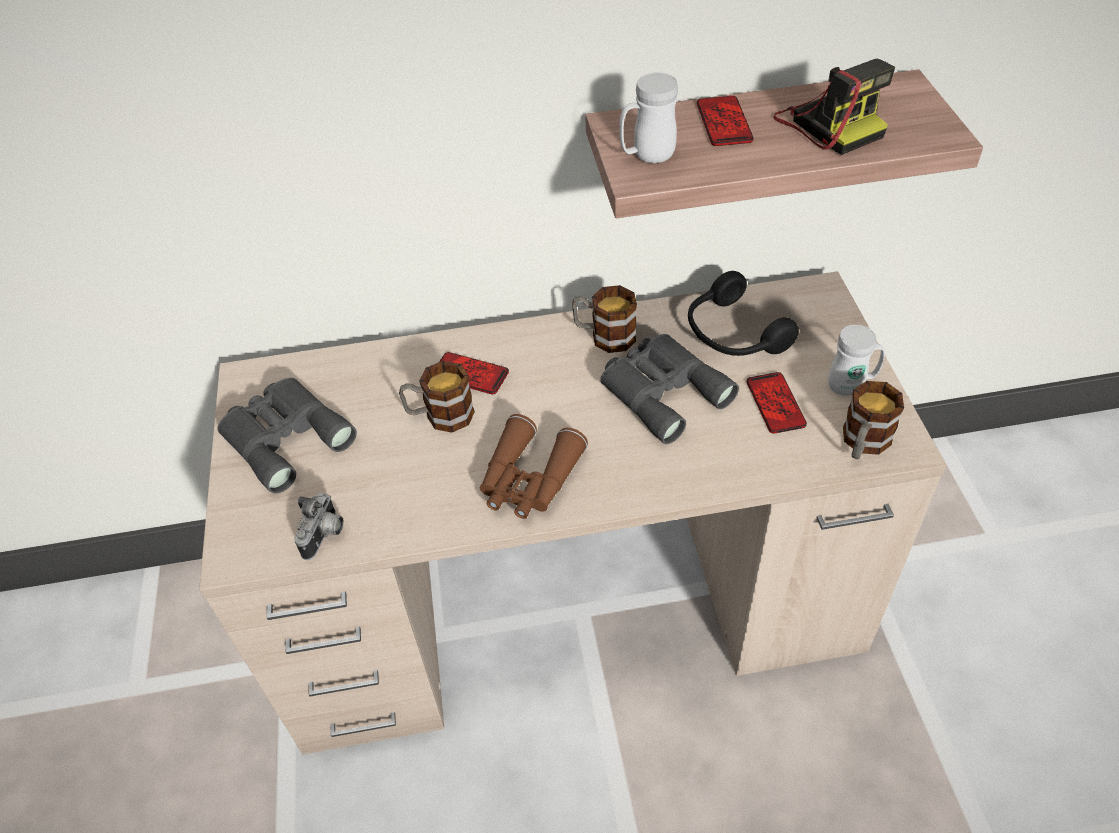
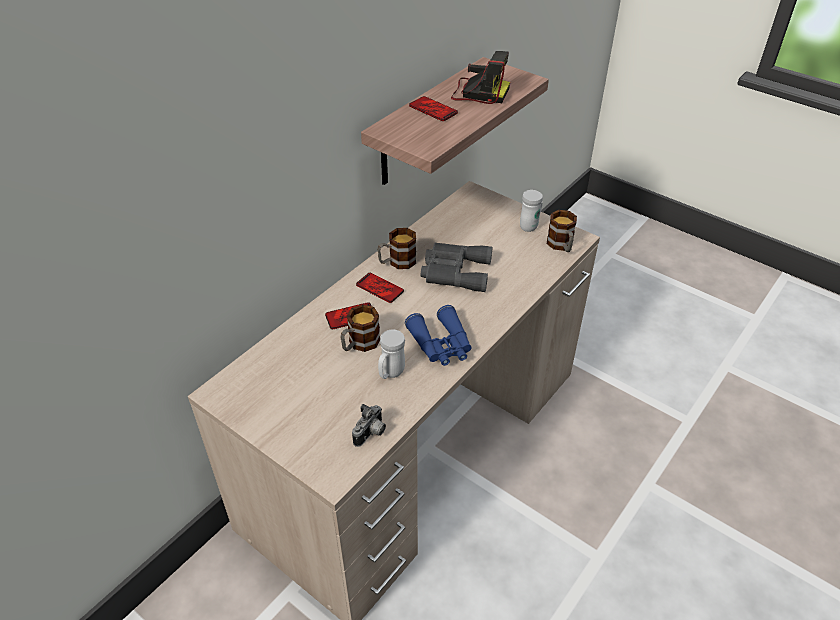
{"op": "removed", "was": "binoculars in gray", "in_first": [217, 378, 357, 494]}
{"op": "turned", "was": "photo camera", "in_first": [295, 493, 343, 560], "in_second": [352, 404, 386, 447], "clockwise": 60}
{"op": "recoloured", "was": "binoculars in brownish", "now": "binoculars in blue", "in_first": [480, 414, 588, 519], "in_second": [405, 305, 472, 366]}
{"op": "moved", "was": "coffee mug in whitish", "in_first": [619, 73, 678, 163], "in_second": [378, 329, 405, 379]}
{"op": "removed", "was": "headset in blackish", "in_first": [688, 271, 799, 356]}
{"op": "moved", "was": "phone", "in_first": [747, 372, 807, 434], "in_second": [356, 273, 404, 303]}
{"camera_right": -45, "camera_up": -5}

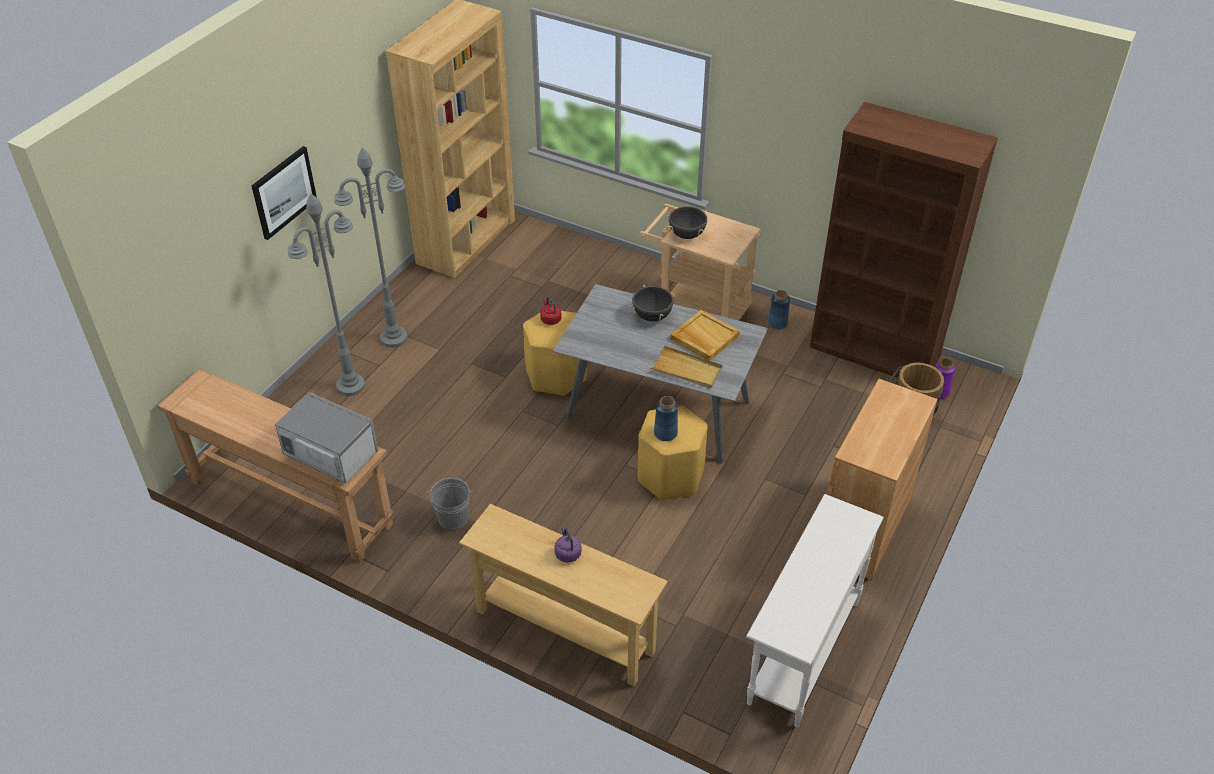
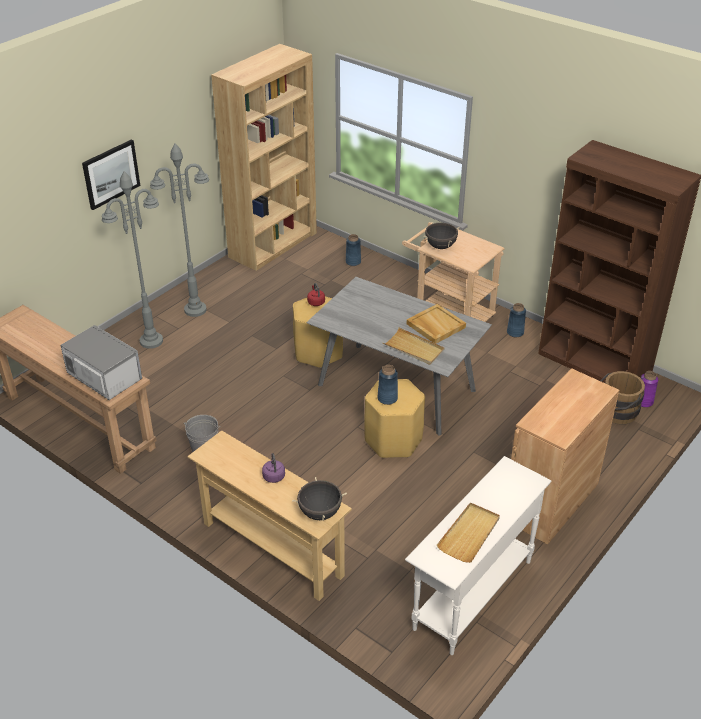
{"op": "moved", "was": "cooking pot in blackish", "in_first": [629, 284, 677, 322], "in_second": [292, 477, 347, 521]}
{"op": "added", "now": "decorative vase in blue", "in_second": [346, 234, 361, 266]}
{"op": "added", "now": "tray in beige-coloured", "in_second": [437, 502, 500, 563]}
{"camera_right": 10, "camera_up": -5}

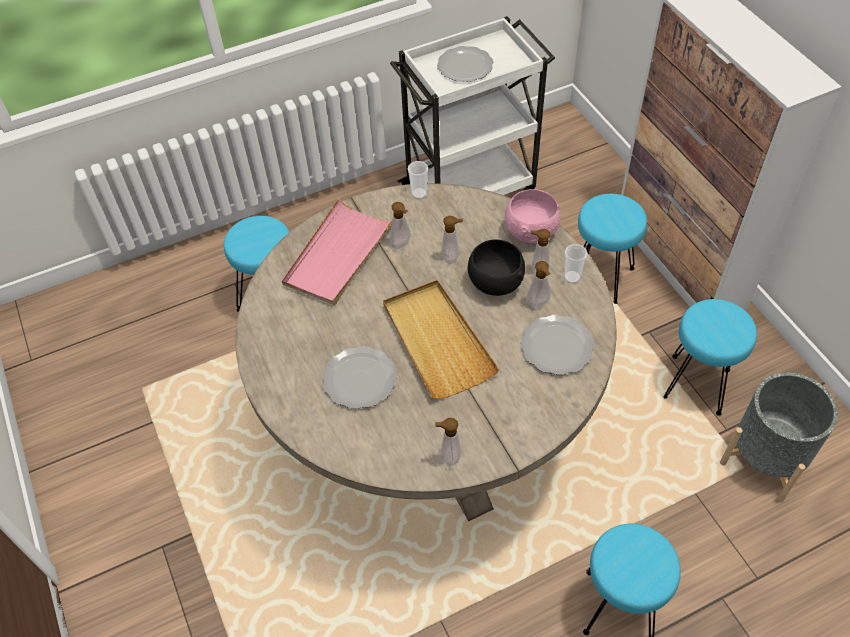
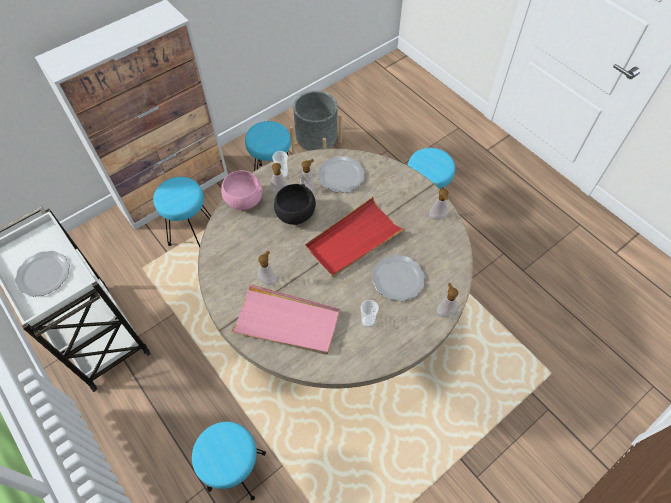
{"op": "recoloured", "was": "tray in beige-coloured", "now": "tray in red", "in_first": [383, 280, 499, 399], "in_second": [305, 197, 404, 278]}
{"op": "moved", "was": "cup", "in_first": [408, 161, 428, 199], "in_second": [361, 300, 379, 327]}
{"op": "moved", "was": "soap dispenser", "in_first": [442, 216, 463, 264], "in_second": [436, 283, 458, 317]}
{"camera_right": -105, "camera_up": 5}

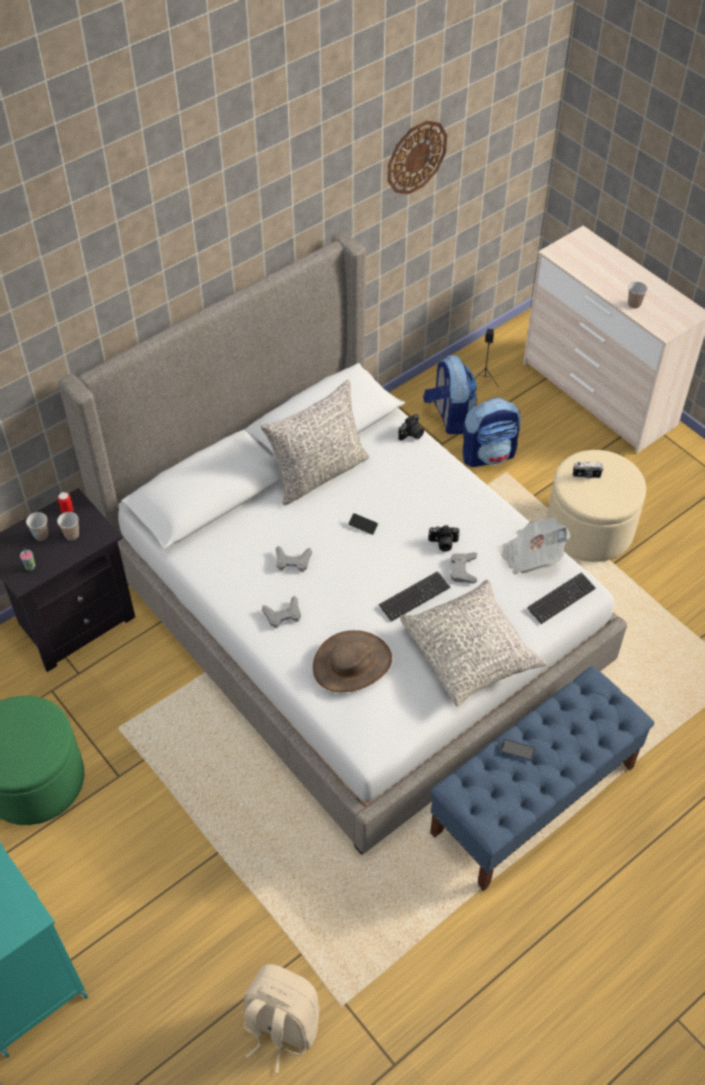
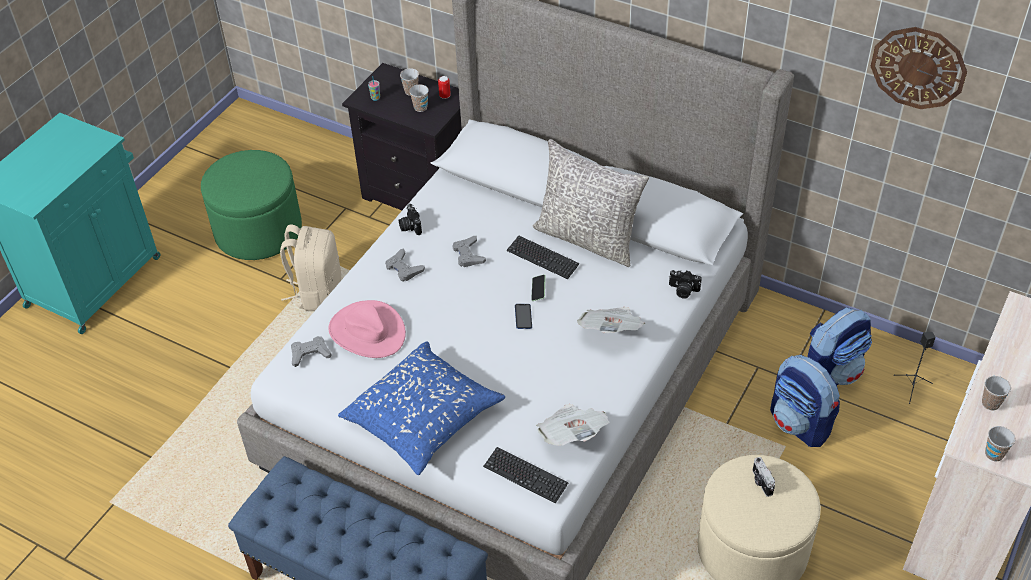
{"op": "moved", "was": "rucksack in beige-coloured", "in_first": [244, 964, 320, 1073], "in_second": [280, 225, 341, 311]}
{"op": "recoloured", "was": "hat in brownish", "now": "hat in pink", "in_first": [313, 630, 392, 692], "in_second": [328, 300, 406, 358]}
{"op": "moved", "was": "PC keyboard", "in_first": [379, 571, 450, 622], "in_second": [507, 236, 580, 279]}
{"op": "recoloured", "was": "cushion in gray", "now": "cushion in blue", "in_first": [400, 580, 547, 706], "in_second": [338, 342, 505, 475]}
{"op": "moved", "was": "photo camera", "in_first": [428, 525, 460, 552], "in_second": [399, 204, 422, 235]}
{"op": "moved", "was": "joypad in gray", "in_first": [450, 552, 477, 584], "in_second": [291, 336, 332, 367]}
{"op": "moved", "was": "phone", "in_first": [500, 739, 535, 761], "in_second": [515, 304, 532, 329]}
{"op": "added", "now": "daily paper", "in_second": [577, 307, 645, 333]}
{"op": "added", "now": "cup", "in_second": [985, 426, 1015, 462]}
{"camera_right": 70, "camera_up": -5}

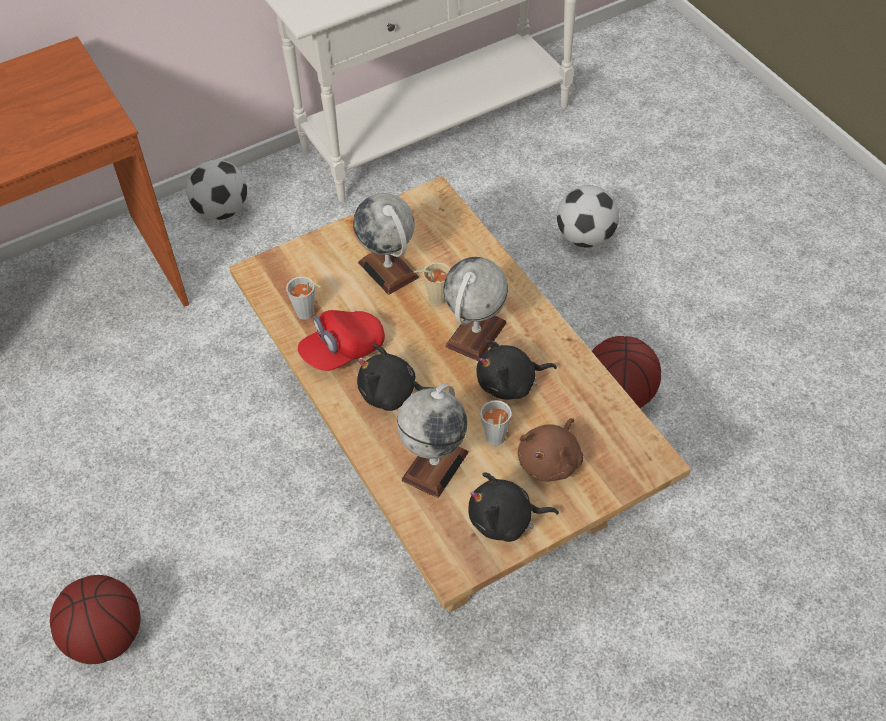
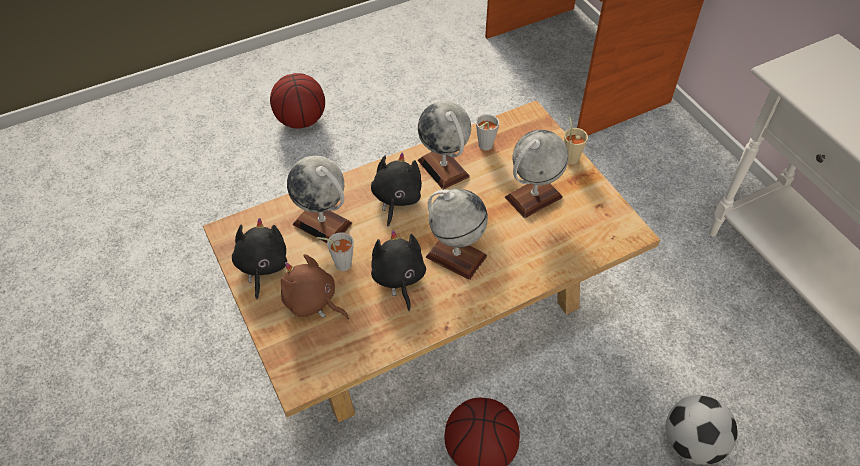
{"op": "removed", "was": "football ball", "in_first": [186, 159, 247, 220]}
{"op": "replaced", "was": "cap in red", "now": "world globe", "in_first": [298, 310, 385, 371], "in_second": [418, 101, 471, 190]}
{"op": "moved", "was": "cup in beige-coloured", "in_first": [414, 262, 450, 305], "in_second": [564, 116, 588, 164]}
{"camera_right": 90, "camera_up": 0}

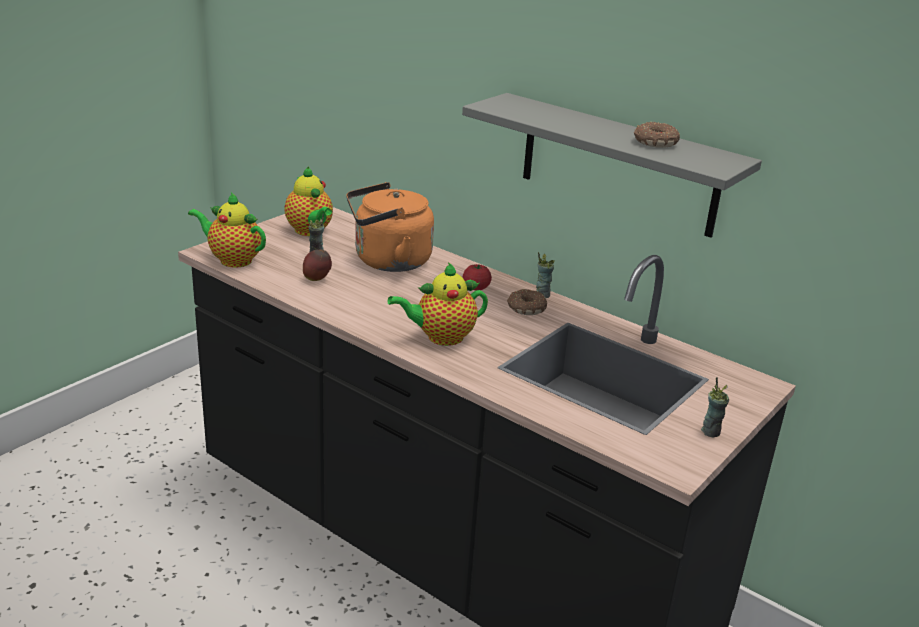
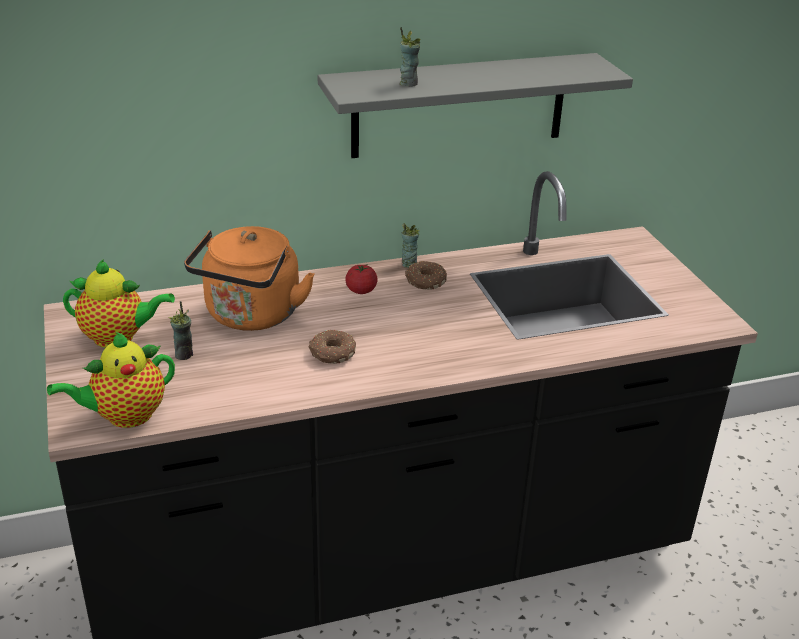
{"op": "removed", "was": "apple fruit", "in_first": [303, 249, 332, 281]}
{"op": "removed", "was": "teapot", "in_first": [388, 262, 488, 346]}
{"op": "moved", "was": "doughnut", "in_first": [634, 122, 680, 148], "in_second": [309, 330, 356, 364]}
{"op": "moved", "was": "cup", "in_first": [701, 377, 729, 437], "in_second": [400, 27, 420, 87]}
{"camera_right": -55, "camera_up": 5}

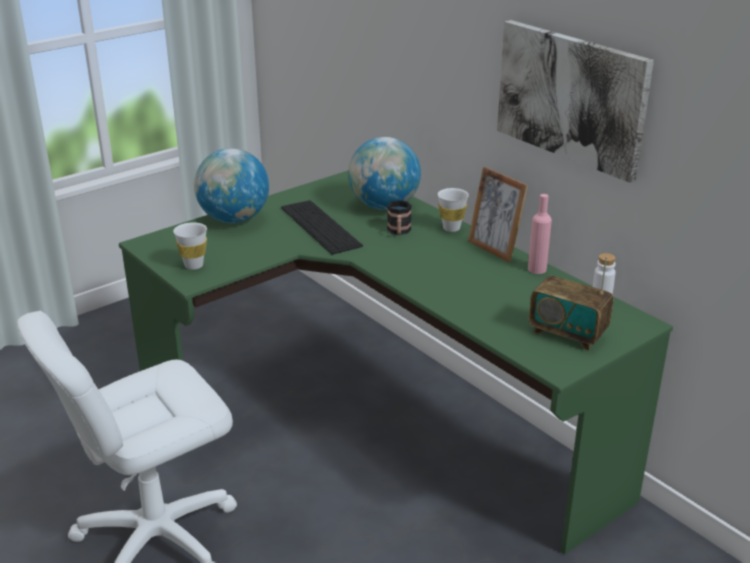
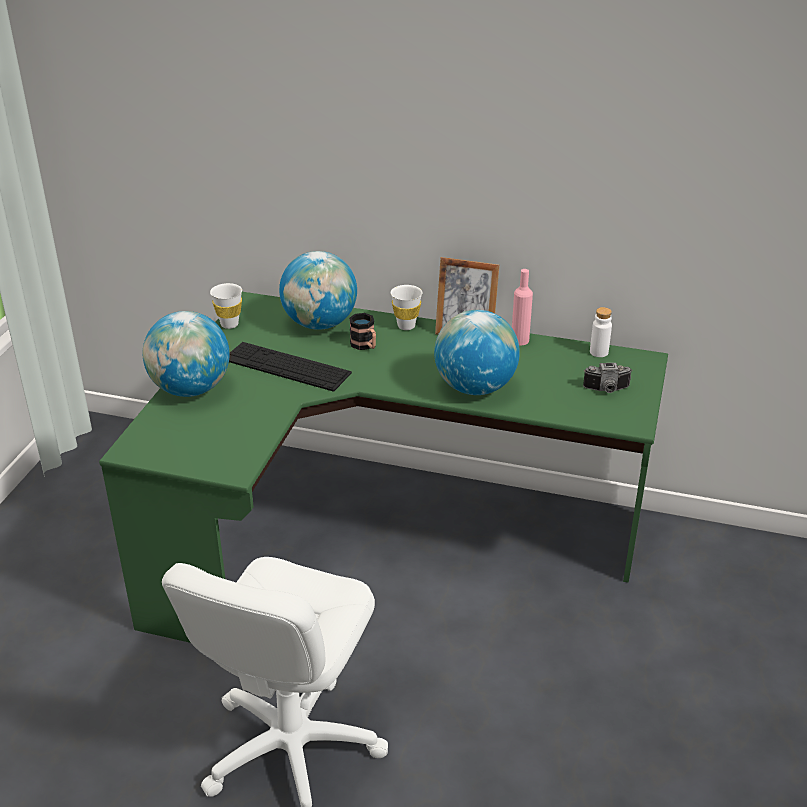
{"op": "moved", "was": "cup in whitish", "in_first": [173, 222, 207, 270], "in_second": [210, 283, 242, 329]}
{"op": "removed", "was": "wall picture", "in_first": [497, 20, 654, 183]}
{"op": "replaced", "was": "radio receiver", "now": "photo camera", "in_first": [529, 256, 614, 350], "in_second": [583, 363, 632, 393]}
{"op": "added", "now": "world globe", "in_second": [434, 310, 520, 395]}
{"camera_right": -35, "camera_up": 5}

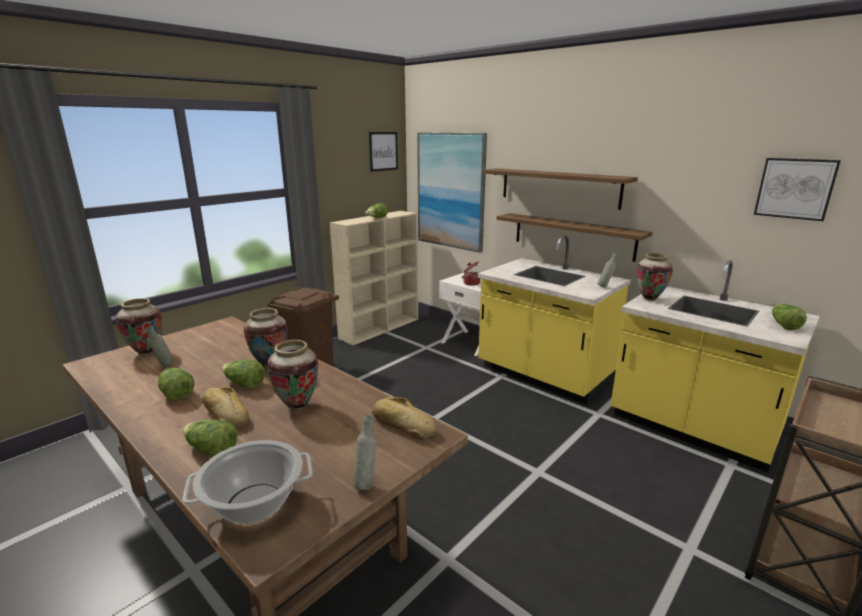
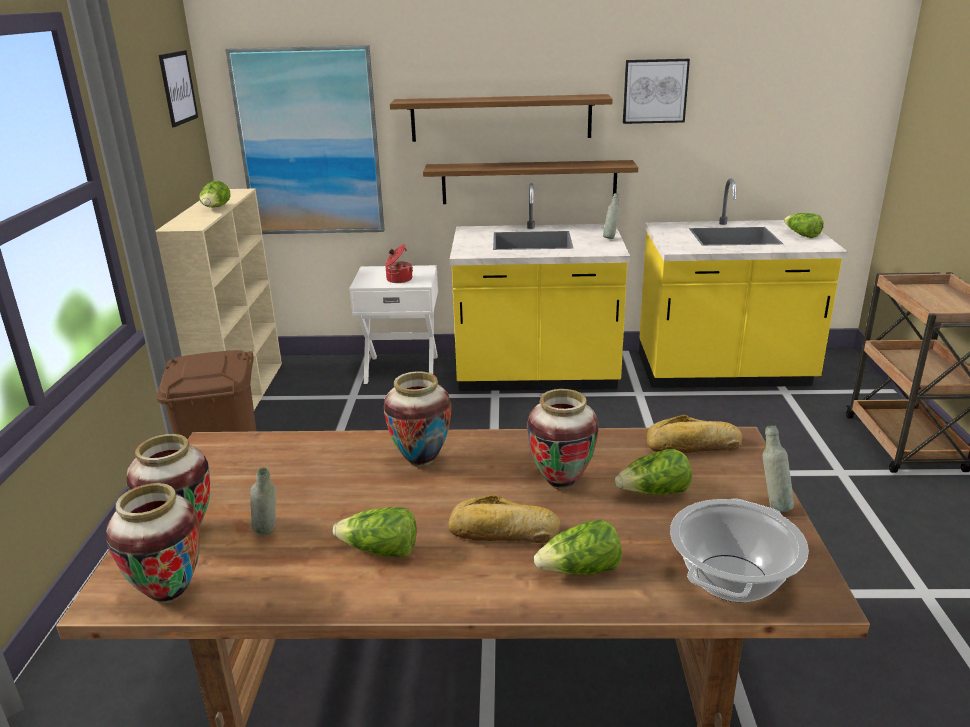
{"op": "moved", "was": "head of lettuce", "in_first": [222, 360, 265, 389], "in_second": [615, 449, 692, 495]}
{"op": "moved", "was": "decorative vase", "in_first": [637, 253, 673, 301], "in_second": [106, 483, 200, 603]}
{"op": "moved", "was": "wall picture", "in_first": [754, 158, 841, 221], "in_second": [623, 59, 690, 124]}
{"camera_right": -40, "camera_up": 5}

